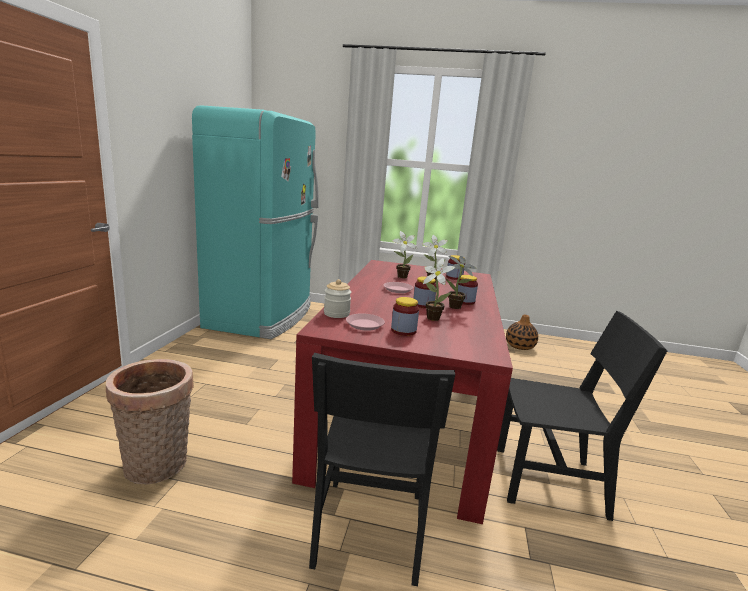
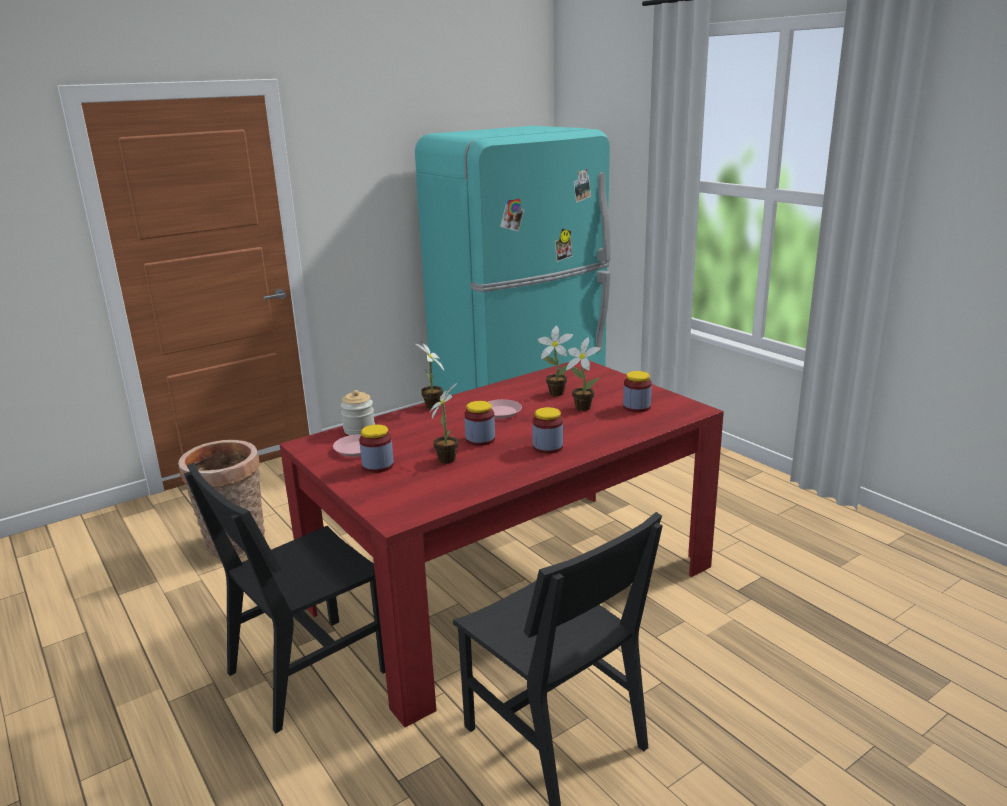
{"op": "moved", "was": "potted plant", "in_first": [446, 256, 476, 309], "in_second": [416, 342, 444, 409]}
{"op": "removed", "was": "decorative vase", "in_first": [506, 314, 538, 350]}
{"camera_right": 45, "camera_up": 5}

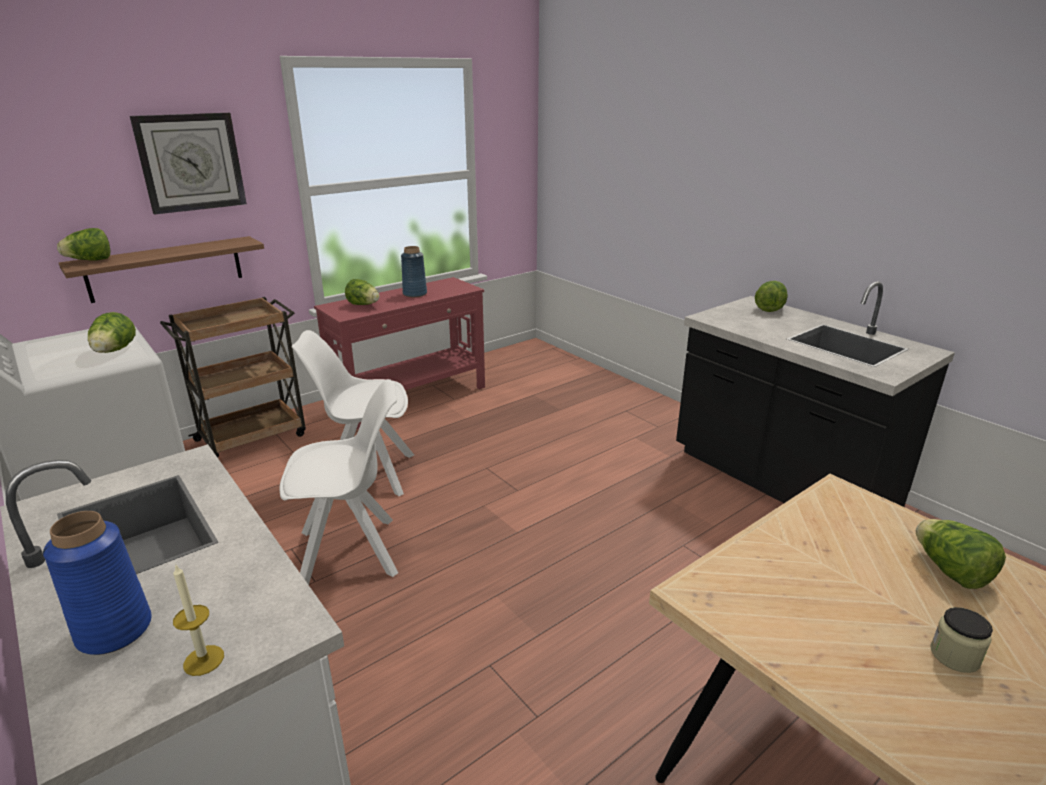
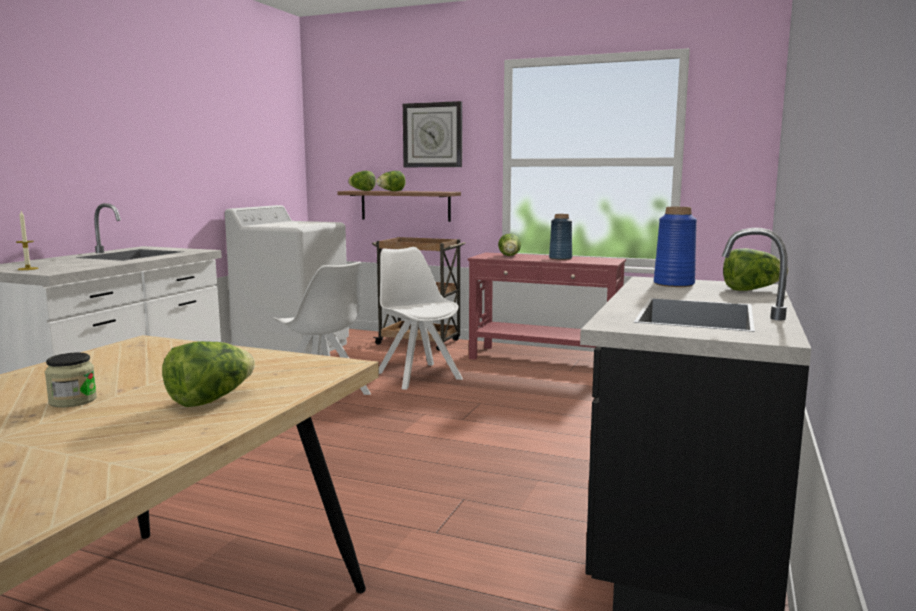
{"op": "moved", "was": "decorative vase in blue", "in_first": [43, 511, 152, 655], "in_second": [654, 207, 697, 287]}
{"op": "moved", "was": "head of lettuce", "in_first": [88, 312, 136, 353], "in_second": [376, 171, 406, 191]}
{"camera_right": 60, "camera_up": -15}

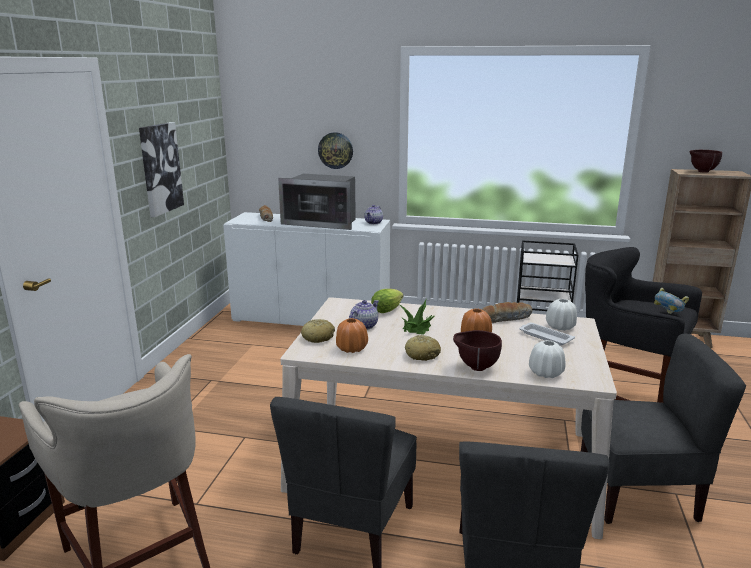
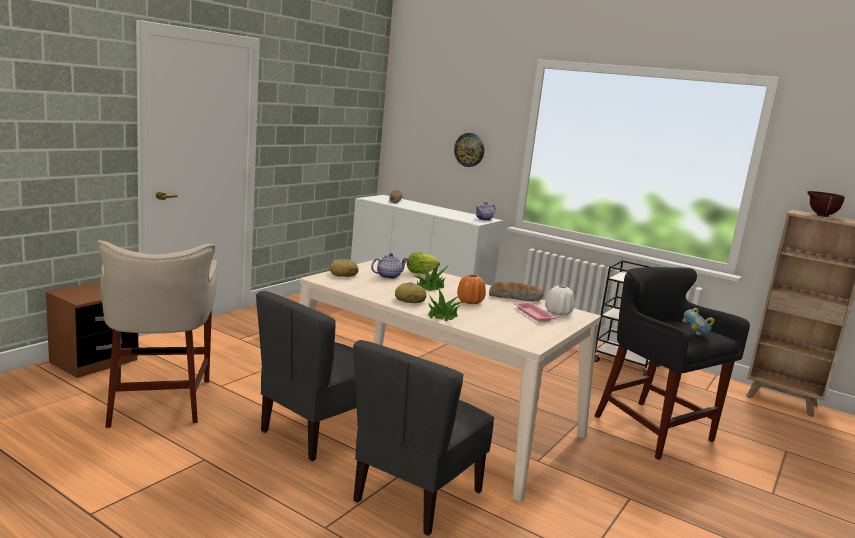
{"op": "removed", "was": "wall picture", "in_first": [139, 122, 184, 217]}
{"op": "removed", "was": "microwave", "in_first": [278, 174, 356, 230]}
{"op": "removed", "was": "decorative vase in orange", "in_first": [336, 318, 368, 353]}
{"op": "replaced", "was": "serving bowl in brownish", "now": "potted plant", "in_first": [453, 330, 502, 371], "in_second": [428, 288, 463, 321]}
{"op": "recoloured", "was": "tray in whitish", "now": "tray in pink", "in_first": [519, 322, 575, 346], "in_second": [514, 302, 556, 322]}
{"op": "removed", "was": "decorative vase in whitish", "in_first": [529, 340, 566, 378]}
{"op": "removed", "was": "upright chair in gray", "in_first": [581, 334, 746, 524]}
{"camera_right": 20, "camera_up": -5}

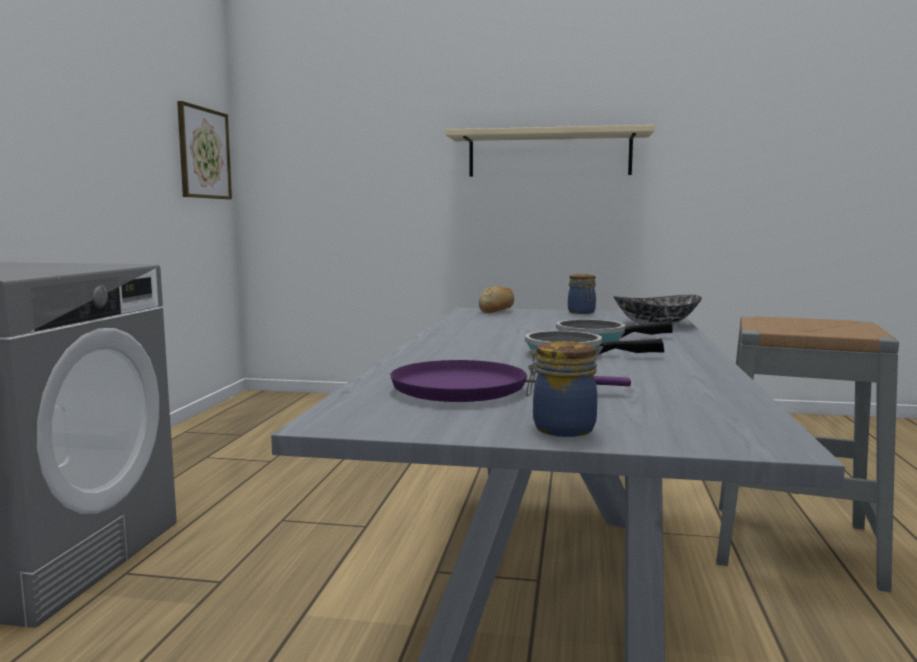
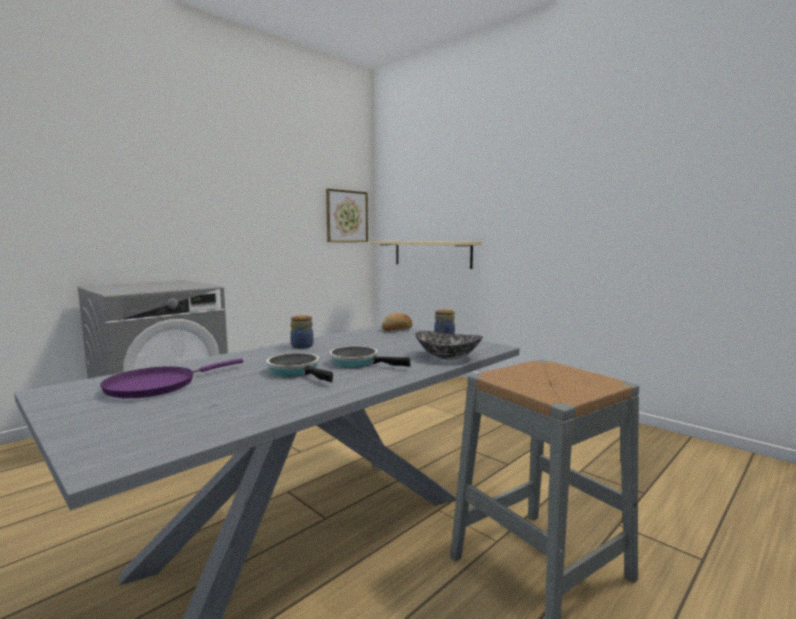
{"op": "turned", "was": "frying pan in purplish", "in_first": [390, 360, 631, 402], "in_second": [100, 359, 243, 398], "clockwise": -90}
{"op": "moved", "was": "wall shelf in beige-coloured", "in_first": [445, 125, 655, 177], "in_second": [369, 241, 482, 269]}
{"op": "moved", "was": "jar", "in_first": [526, 341, 597, 437], "in_second": [290, 315, 314, 349]}
{"camera_right": 35, "camera_up": 0}

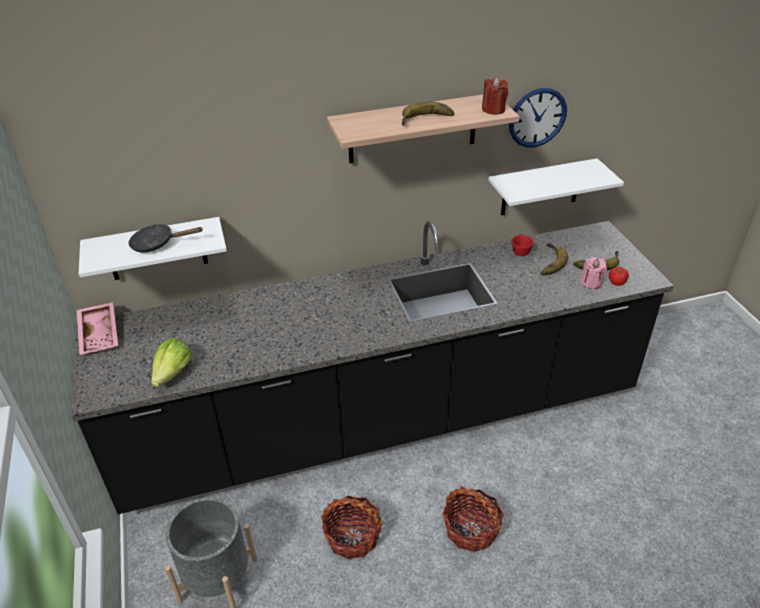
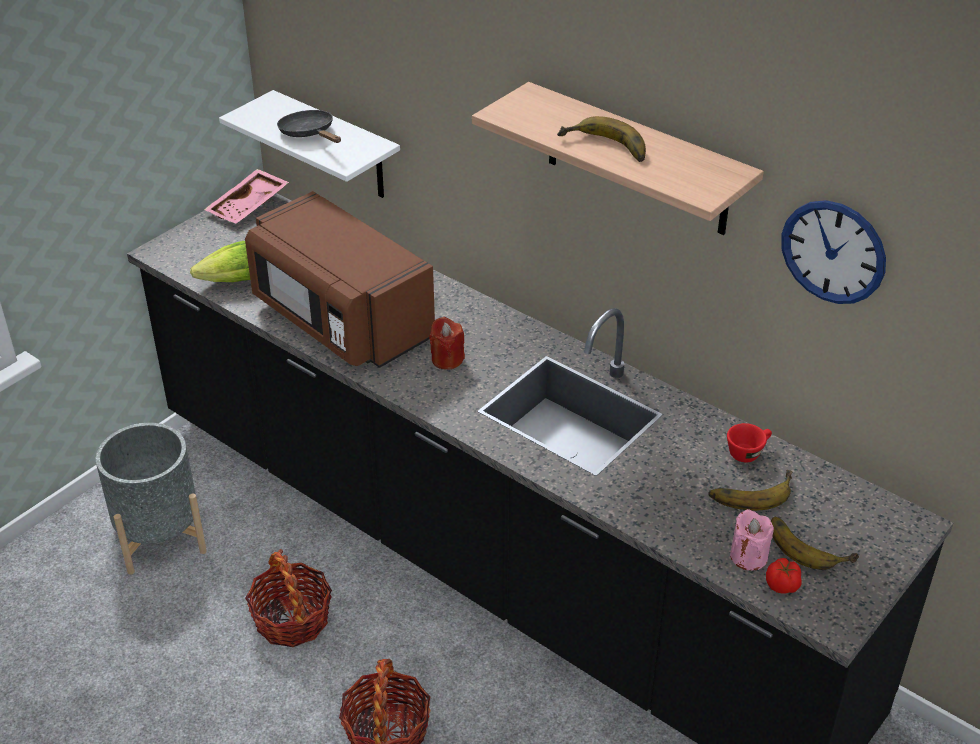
{"op": "moved", "was": "wax candle in red", "in_first": [482, 77, 508, 115], "in_second": [429, 317, 465, 369]}
{"op": "removed", "was": "wall shelf in whitish", "in_first": [488, 158, 624, 215]}
{"op": "added", "now": "microwave in brownish", "in_second": [245, 191, 435, 368]}
{"camera_right": 55, "camera_up": 0}

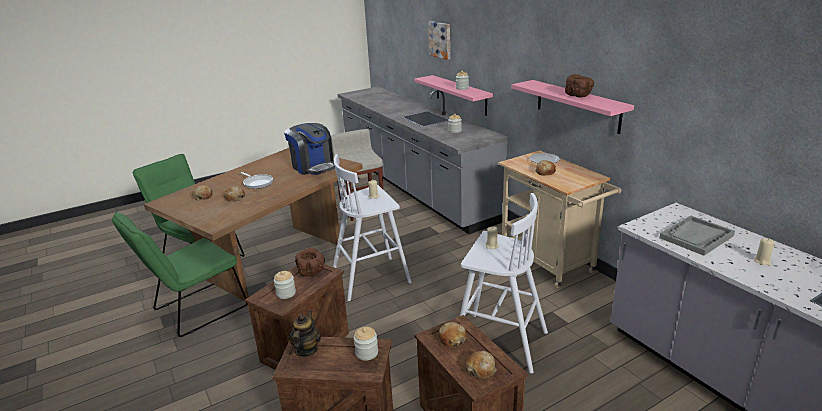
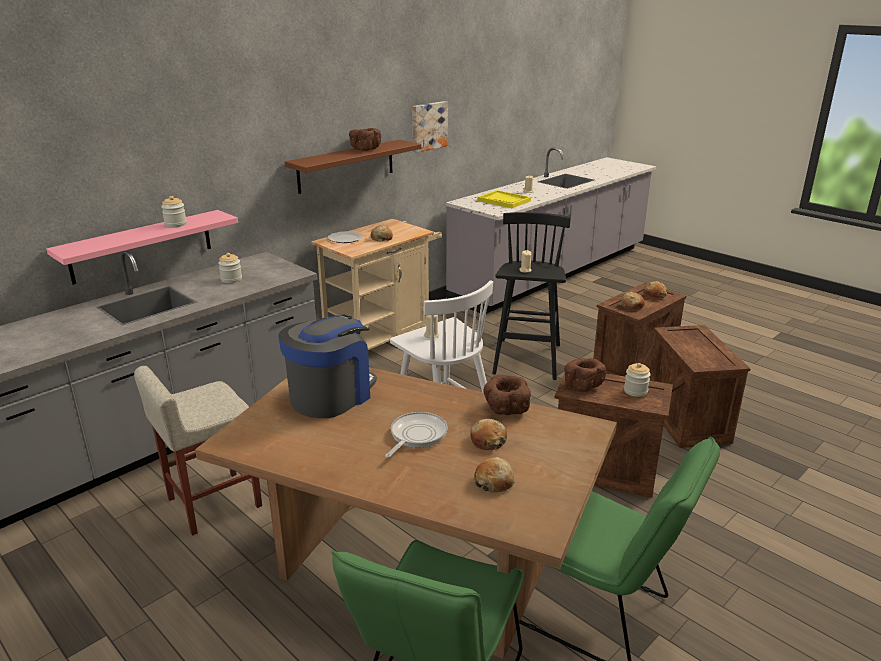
{"op": "removed", "was": "teapot", "in_first": [289, 311, 321, 357]}
{"op": "removed", "was": "jar", "in_first": [354, 327, 378, 361]}
{"op": "moved", "was": "wall picture", "in_first": [428, 21, 450, 60], "in_second": [412, 101, 448, 153]}
{"op": "recoloured", "was": "sitting stool in whitish", "now": "sitting stool in blackish", "in_first": [460, 193, 548, 373], "in_second": [492, 212, 571, 380]}
{"op": "recoloured", "was": "wall shelf in pink", "now": "wall shelf in brownish", "in_first": [511, 80, 634, 134], "in_second": [285, 140, 421, 194]}
{"op": "recoloured", "was": "tray in gray", "now": "tray in yellow", "in_first": [659, 216, 735, 256], "in_second": [478, 190, 531, 208]}
{"op": "added", "now": "serving bowl in brownish", "in_second": [484, 375, 531, 415]}
{"camera_right": -105, "camera_up": 0}

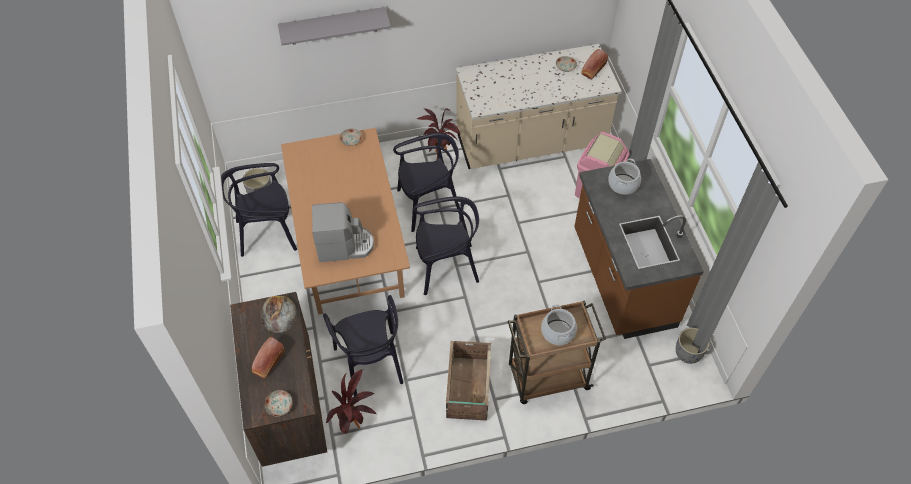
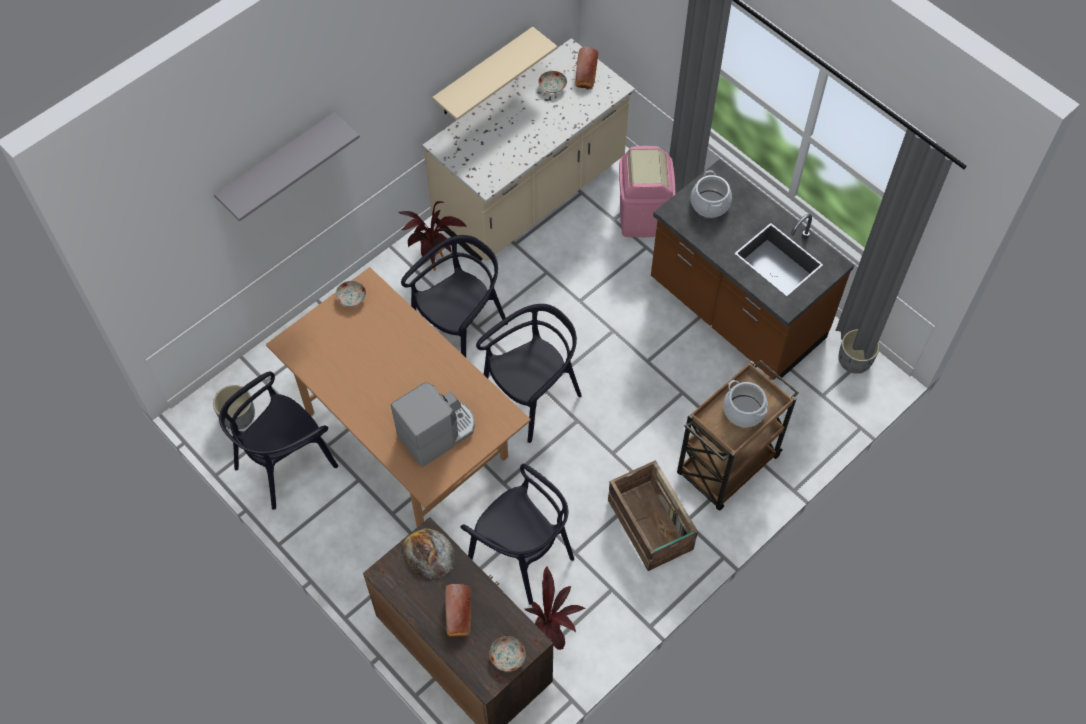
{"op": "added", "now": "wall shelf in beige-coloured", "in_second": [432, 27, 558, 120]}
{"camera_right": -30, "camera_up": 5}

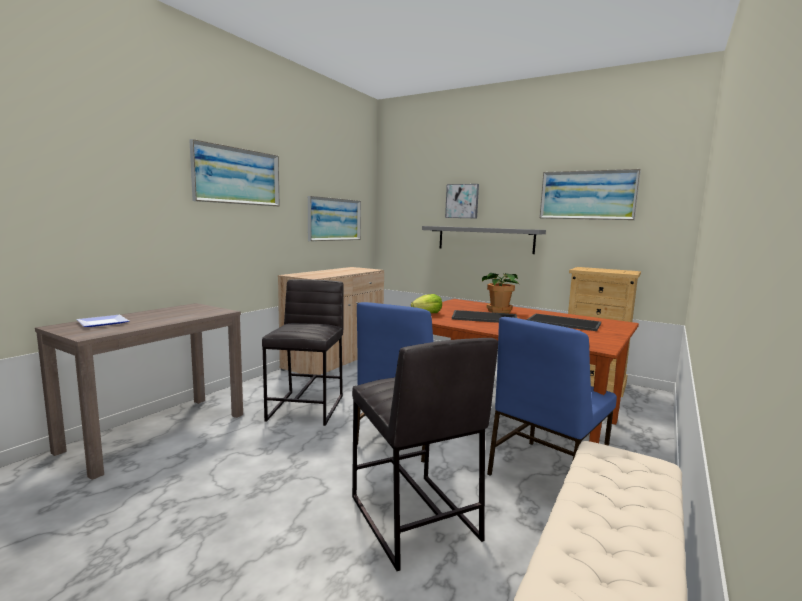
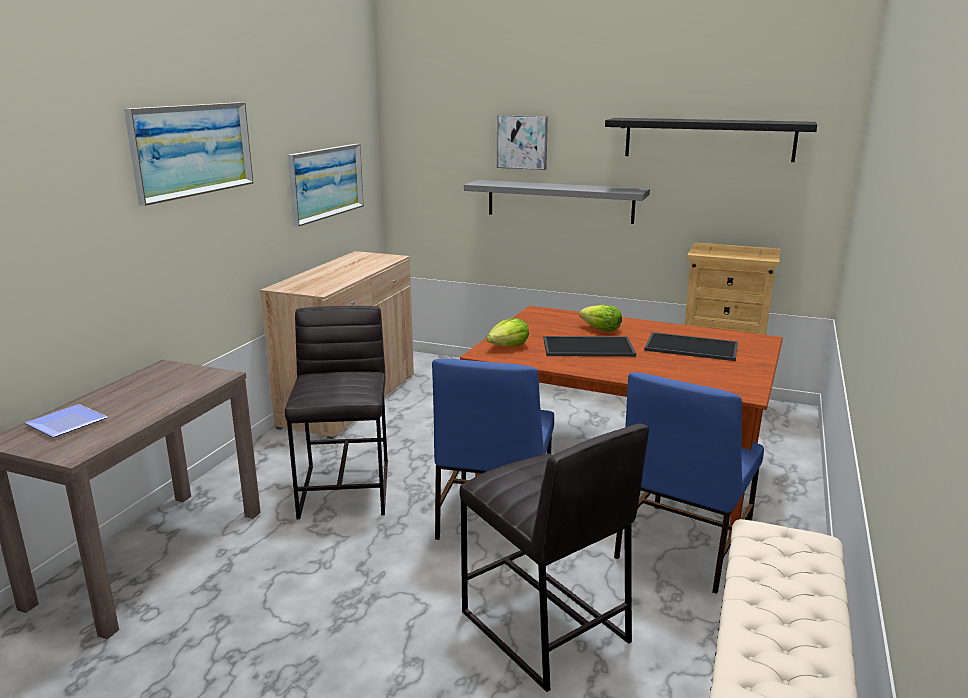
{"op": "replaced", "was": "potted plant", "now": "head of lettuce", "in_first": [482, 273, 519, 313], "in_second": [579, 305, 622, 332]}
{"op": "replaced", "was": "wall picture", "now": "wall shelf in blackish", "in_first": [540, 169, 641, 220], "in_second": [605, 118, 817, 162]}
{"camera_right": -10, "camera_up": 10}

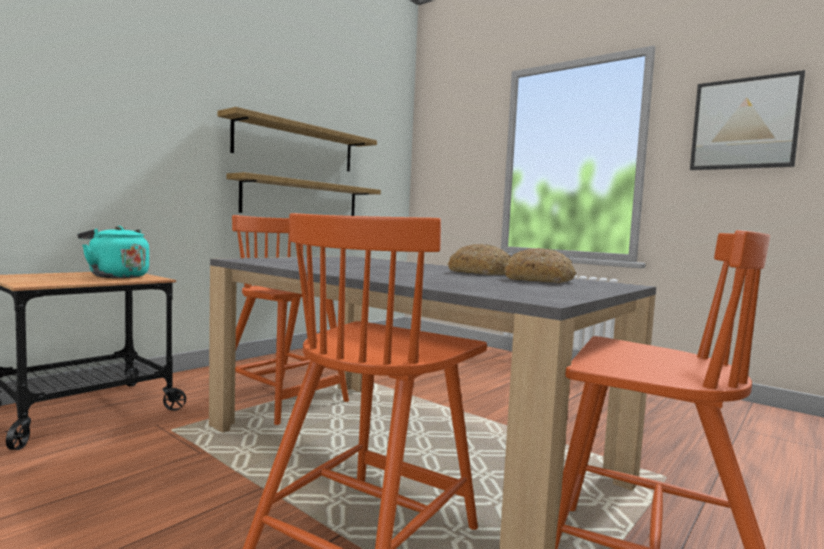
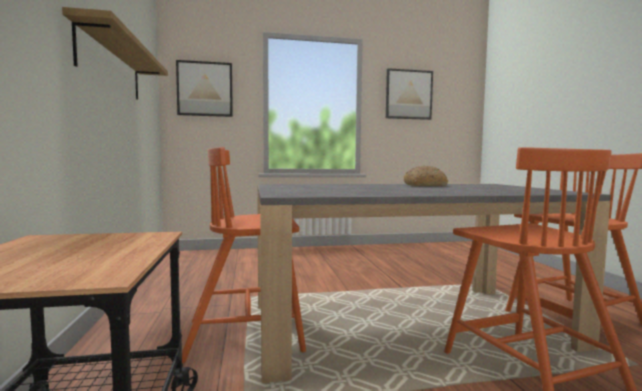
{"op": "removed", "was": "kettle in turquoise", "in_first": [77, 226, 149, 278]}
{"op": "removed", "was": "wall shelf", "in_first": [226, 172, 381, 216]}
{"op": "removed", "was": "baked bread", "in_first": [505, 248, 576, 283]}
{"op": "added", "now": "wall picture", "in_second": [176, 60, 233, 117]}
{"camera_right": -50, "camera_up": 0}

